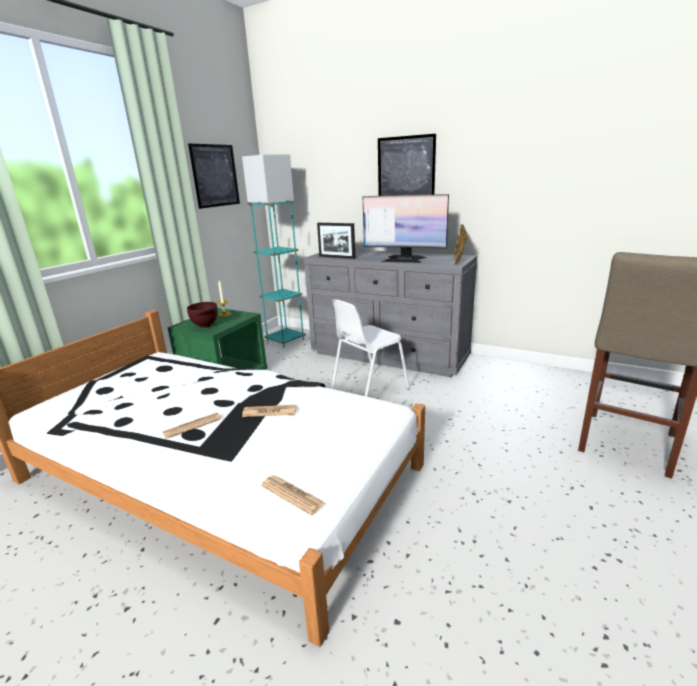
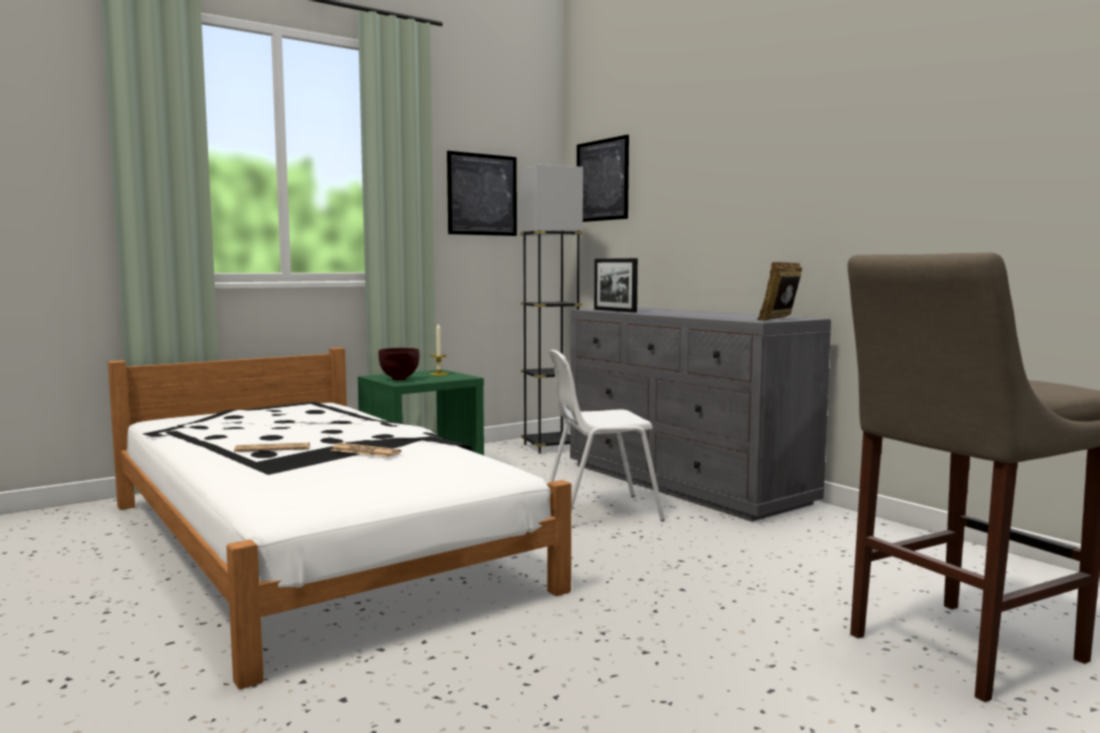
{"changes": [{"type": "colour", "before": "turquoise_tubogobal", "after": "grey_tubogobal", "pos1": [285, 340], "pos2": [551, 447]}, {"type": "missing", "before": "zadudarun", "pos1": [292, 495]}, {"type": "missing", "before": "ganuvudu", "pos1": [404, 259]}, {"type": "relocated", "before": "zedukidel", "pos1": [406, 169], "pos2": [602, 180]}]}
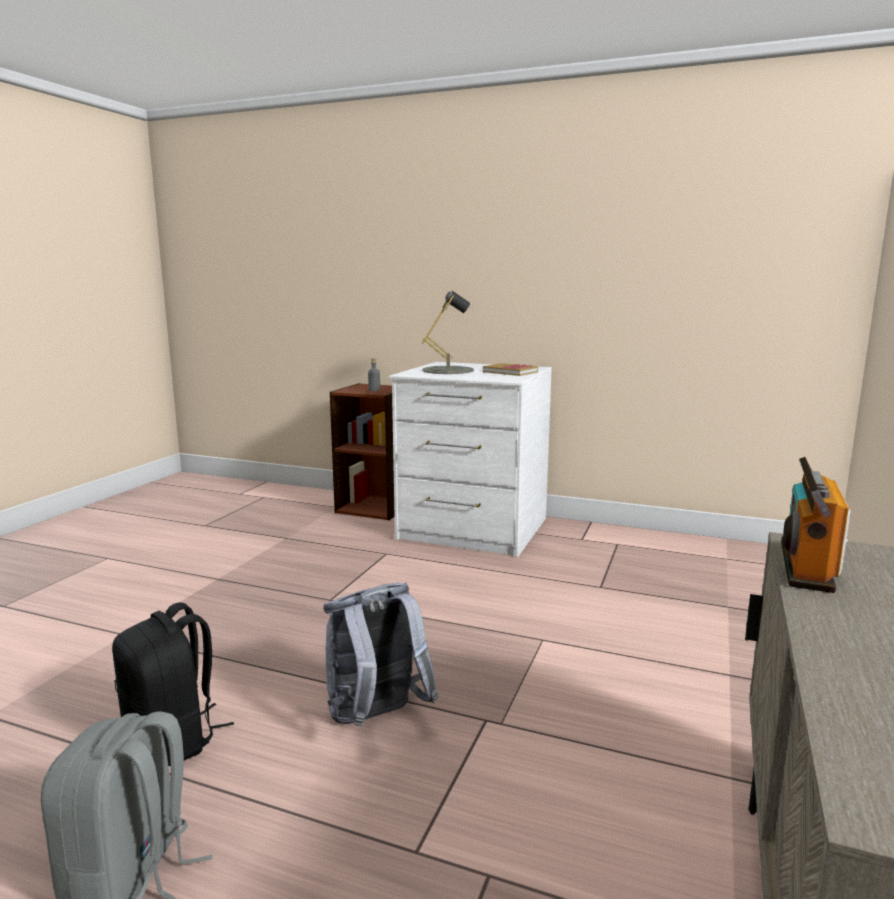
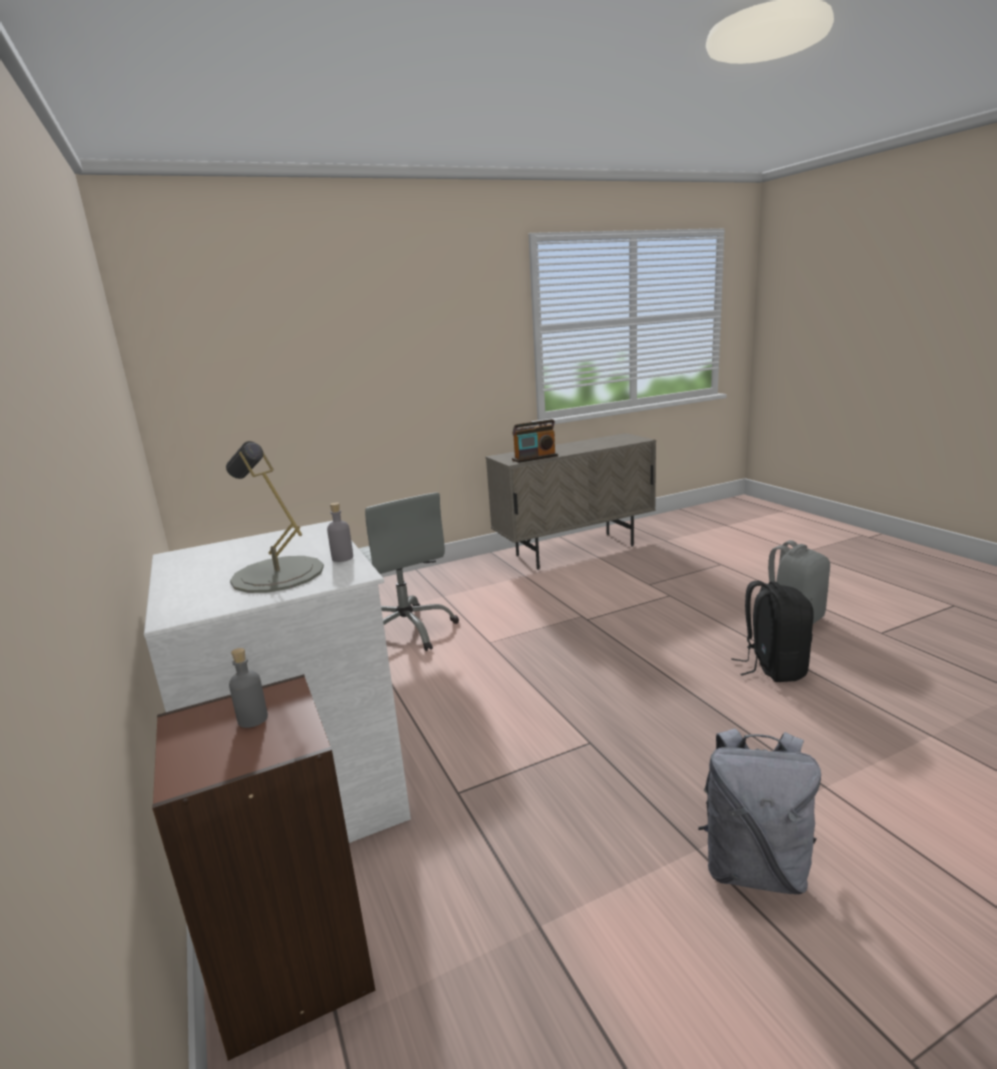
{"changes": [{"type": "relocated", "before": "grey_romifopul", "pos1": [376, 719], "pos2": [754, 868]}, {"type": "missing", "before": "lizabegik", "pos1": [510, 372]}, {"type": "appeared", "after": "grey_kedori", "pos2": [342, 558]}, {"type": "appeared", "after": "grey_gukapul", "pos2": [407, 630]}]}
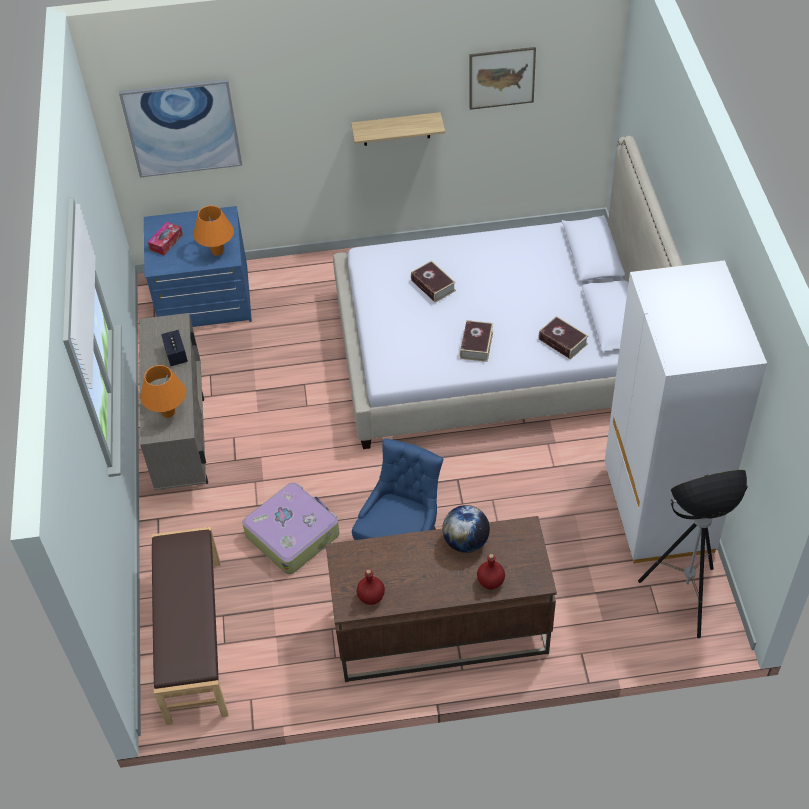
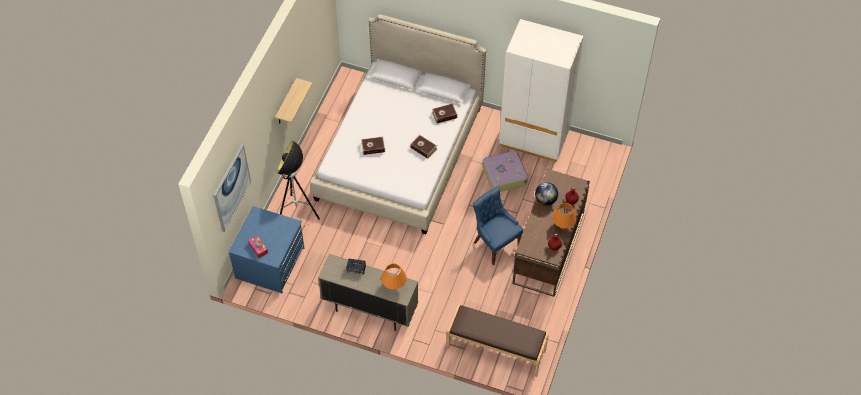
{"changes": [{"type": "relocated", "before": "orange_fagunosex", "pos1": [217, 251], "pos2": [563, 226]}, {"type": "relocated", "before": "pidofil", "pos1": [293, 534], "pos2": [504, 175]}, {"type": "missing", "before": "zedukidel", "pos1": [502, 78]}, {"type": "relocated", "before": "tubogobal", "pos1": [683, 598], "pos2": [297, 213]}]}
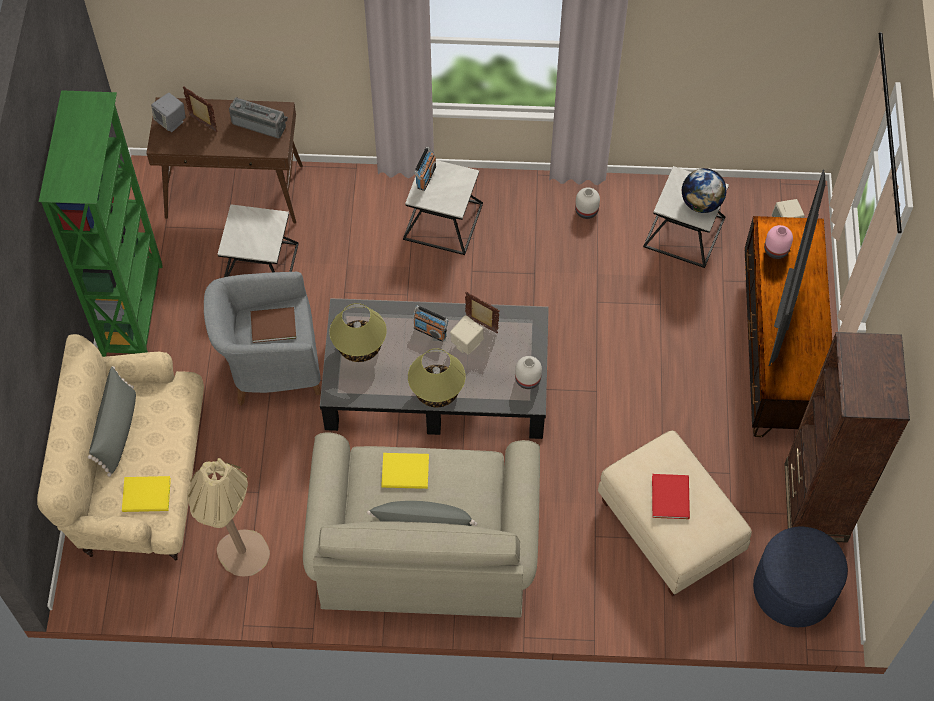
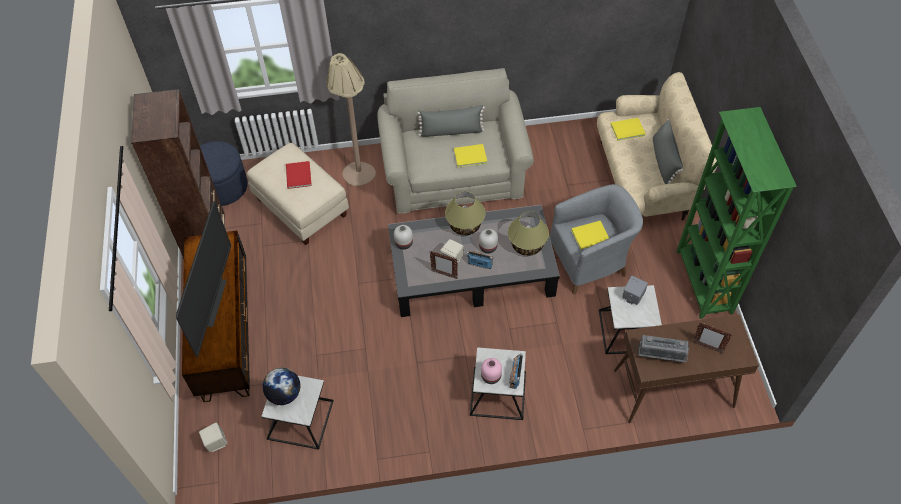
{"changes": [{"type": "relocated", "before": "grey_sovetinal", "pos1": [171, 122], "pos2": [632, 297]}, {"type": "relocated", "before": "beige_tubogobal", "pos1": [241, 565], "pos2": [358, 168]}, {"type": "colour", "before": "brown_lizabegik", "after": "yellow_lizabegik", "pos1": [272, 324], "pos2": [591, 236]}, {"type": "relocated", "before": "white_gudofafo", "pos1": [586, 210], "pos2": [488, 247]}, {"type": "relocated", "before": "pink_gudofafo", "pos1": [776, 250], "pos2": [490, 376]}]}
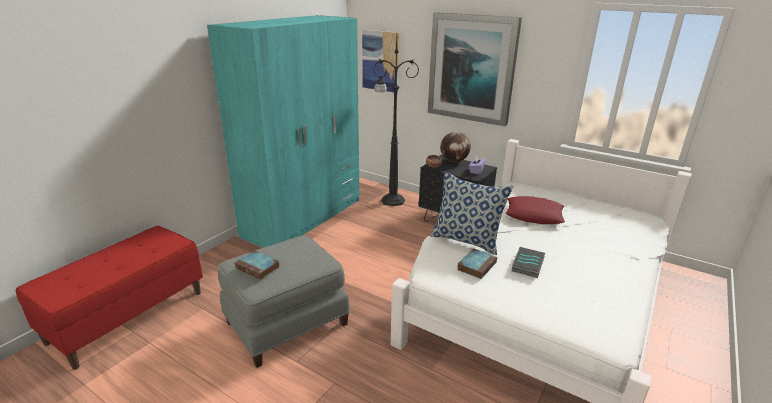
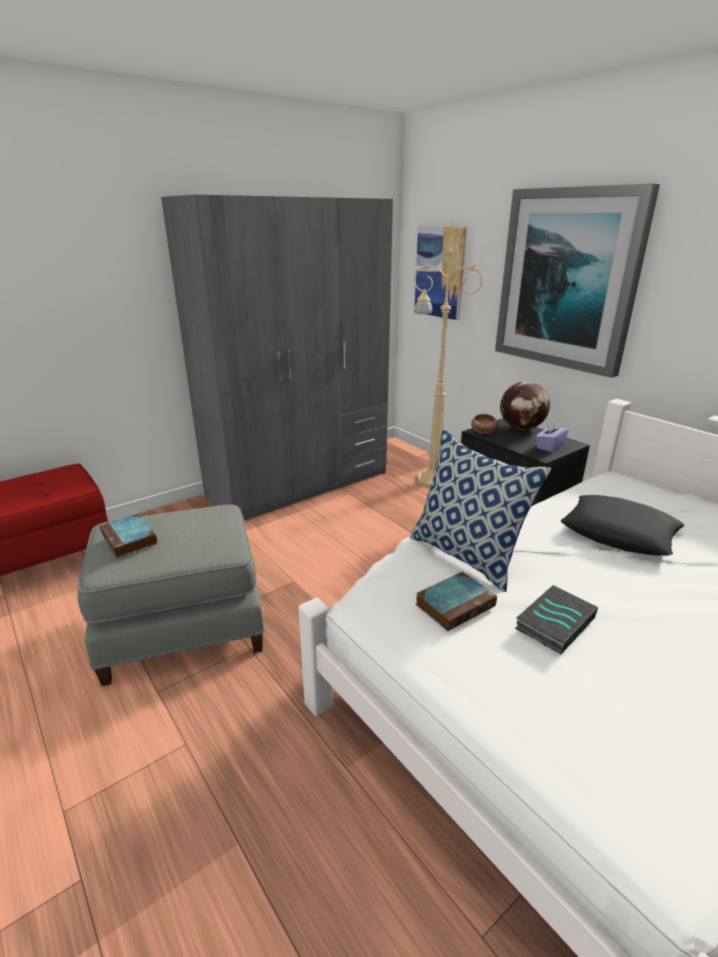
{"changes": [{"type": "colour", "before": "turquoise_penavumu", "after": "grey_penavumu", "pos1": [304, 217], "pos2": [300, 484]}, {"type": "colour", "before": "black_tubogobal", "after": "beige_tubogobal", "pos1": [391, 200], "pos2": [431, 478]}, {"type": "colour", "before": "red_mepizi", "after": "black_mepizi", "pos1": [534, 215], "pos2": [619, 533]}]}
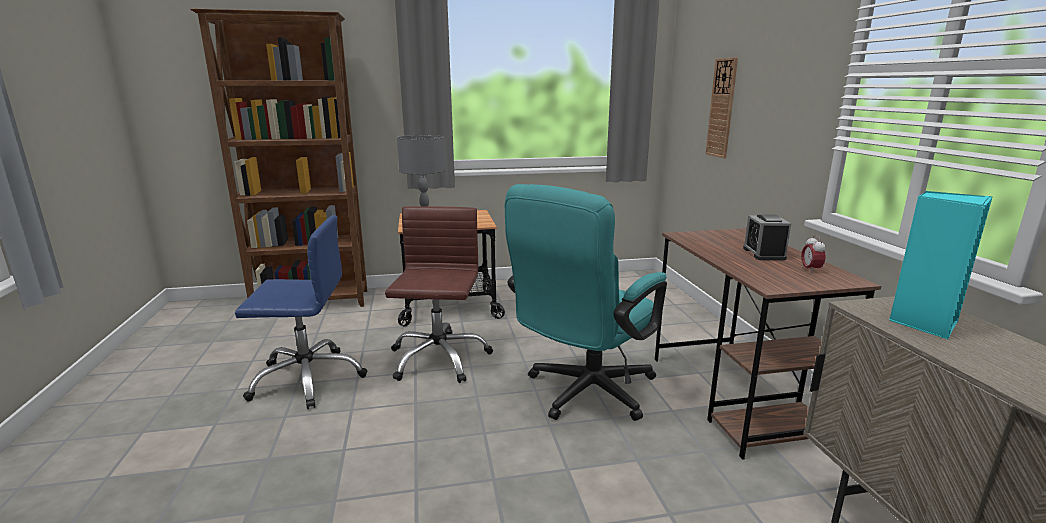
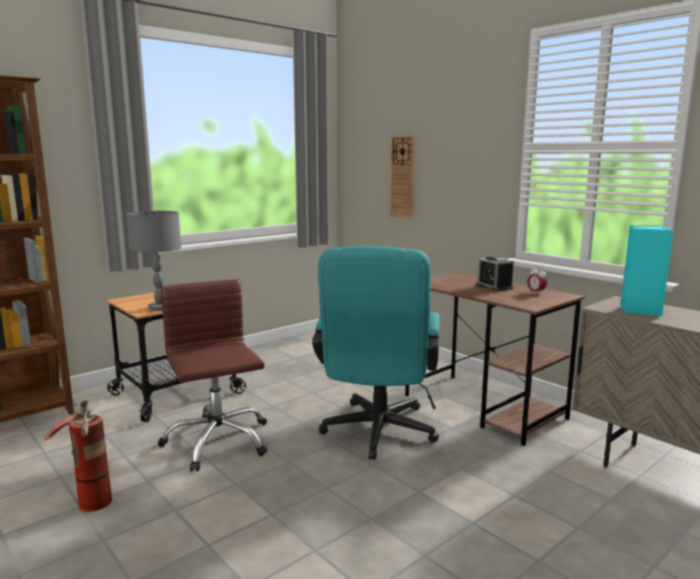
{"changes": [{"type": "exchanged", "before": "blue_gukapul", "after": "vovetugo", "pos1": [308, 378], "pos2": [88, 498]}]}
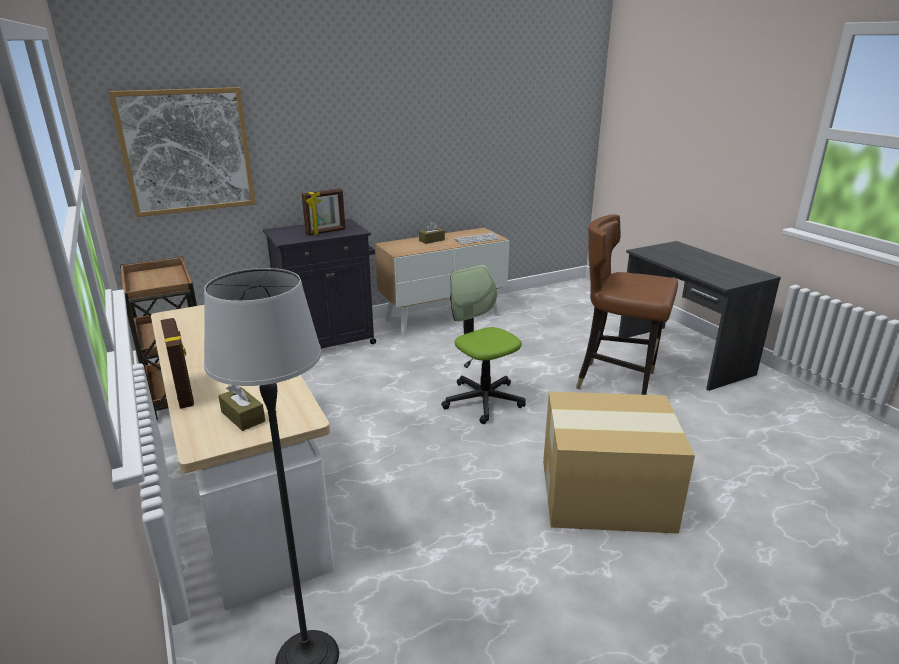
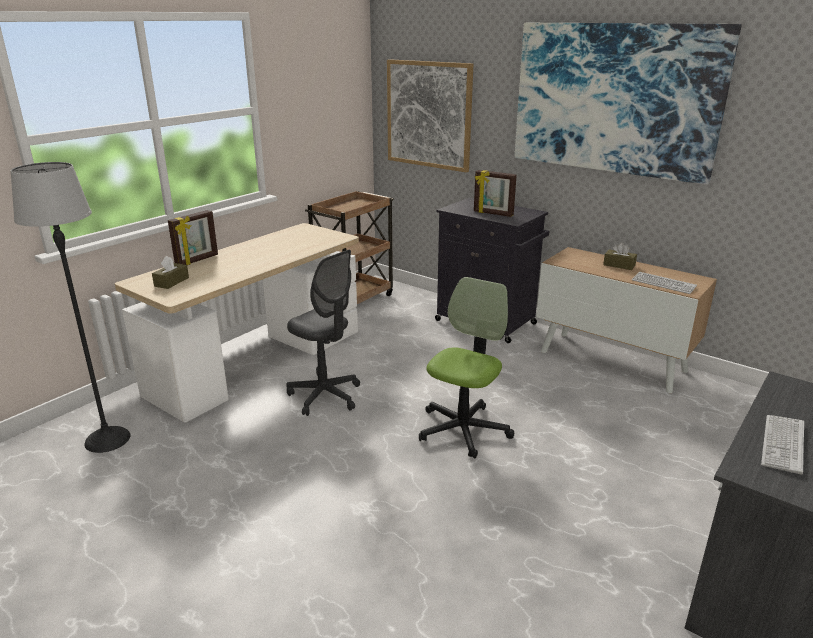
{"changes": [{"type": "missing", "before": "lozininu", "pos1": [607, 495]}, {"type": "missing", "before": "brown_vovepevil", "pos1": [617, 382]}, {"type": "appeared", "after": "grey_gukapul", "pos2": [325, 396]}, {"type": "appeared", "after": "zedukidel", "pos2": [614, 99]}, {"type": "appeared", "after": "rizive", "pos2": [782, 444]}]}
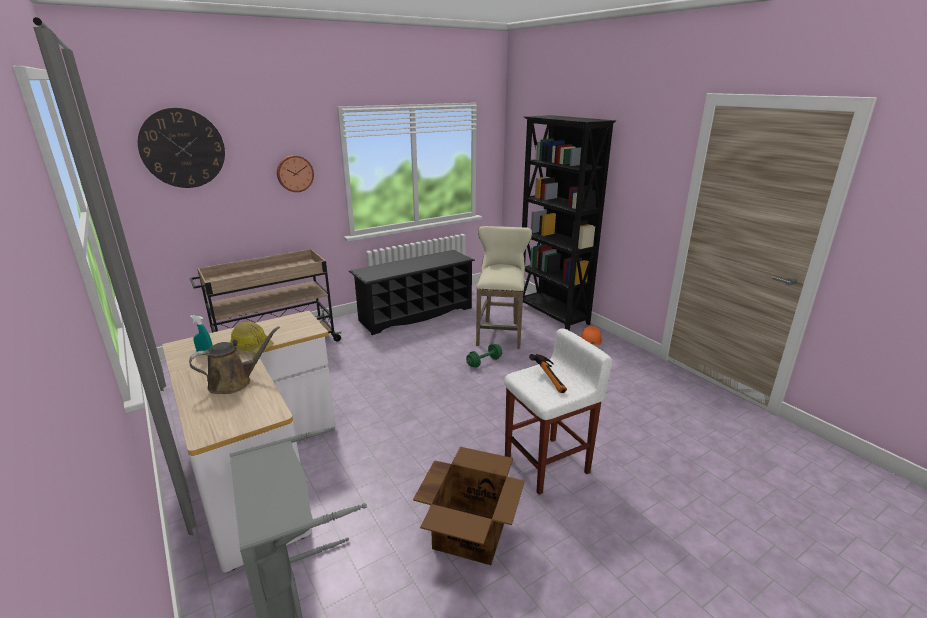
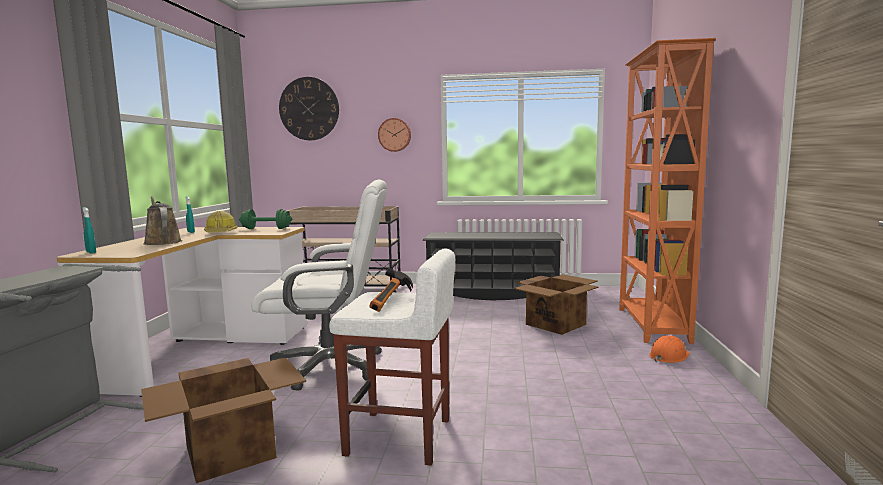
{"changes": [{"type": "spun", "before": "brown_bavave", "pos1": [234, 382], "pos2": [162, 242], "turn": -135}, {"type": "relocated", "before": "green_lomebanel", "pos1": [484, 362], "pos2": [266, 229]}, {"type": "exchanged", "before": "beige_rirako", "after": "lozininu", "pos1": [500, 332], "pos2": [556, 324]}, {"type": "colour", "before": "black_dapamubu", "after": "orange_dapamubu", "pos1": [552, 315], "pos2": [651, 325]}, {"type": "appeared", "after": "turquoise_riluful", "pos2": [91, 252]}, {"type": "appeared", "after": "white_gukapul", "pos2": [330, 366]}]}
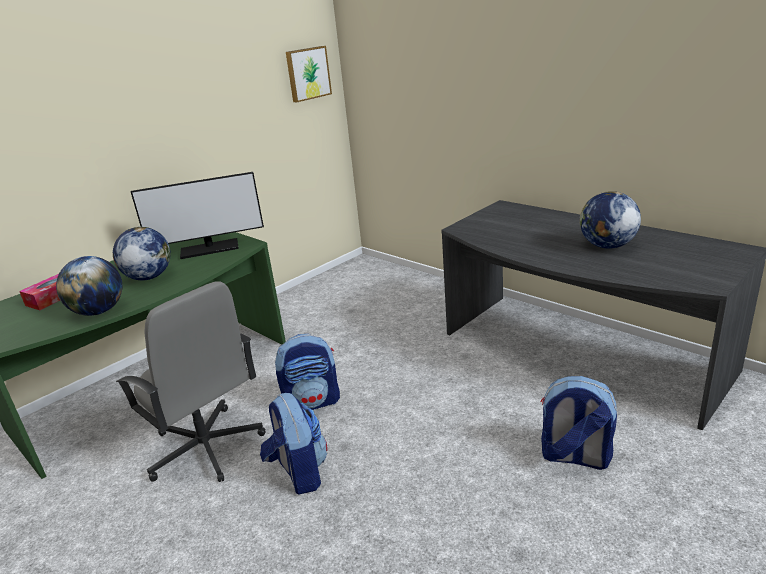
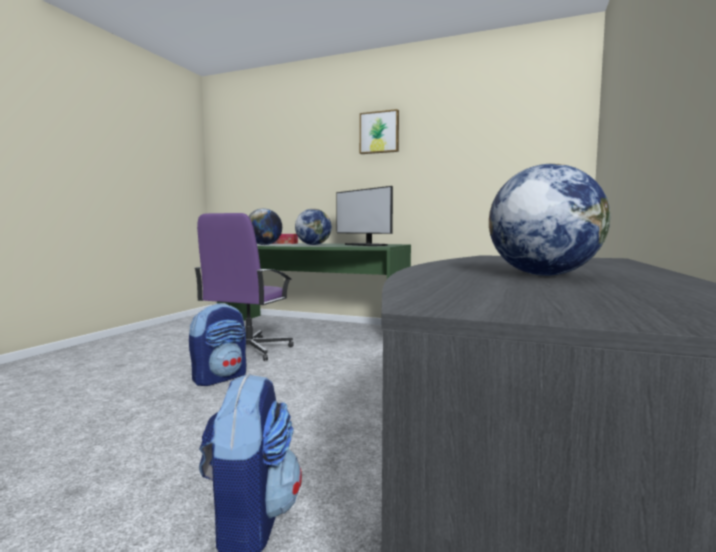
{"changes": [{"type": "colour", "before": "grey_gukapul", "after": "purple_gukapul", "pos1": [206, 448], "pos2": [248, 350]}, {"type": "missing", "before": "romifopul", "pos1": [312, 402]}, {"type": "relocated", "before": "zedukidel", "pos1": [307, 73], "pos2": [379, 132]}]}
